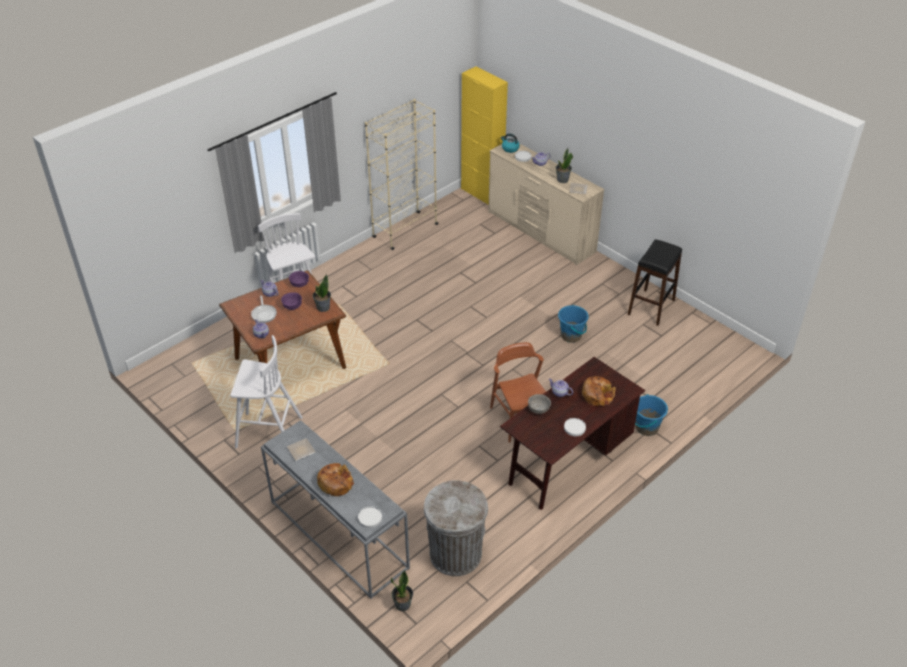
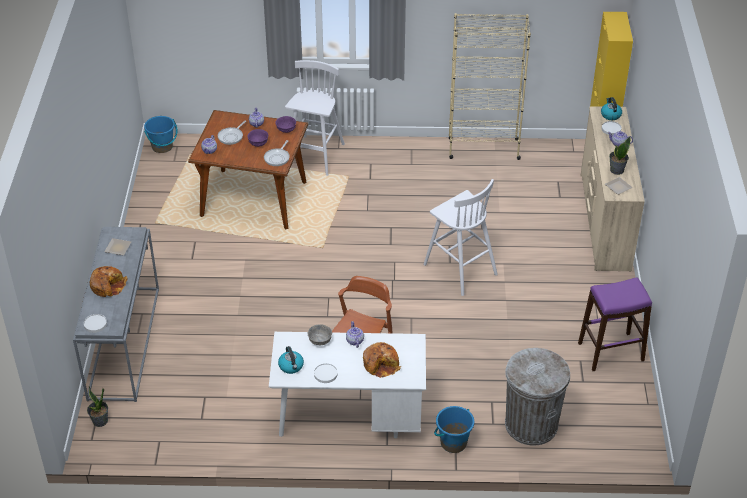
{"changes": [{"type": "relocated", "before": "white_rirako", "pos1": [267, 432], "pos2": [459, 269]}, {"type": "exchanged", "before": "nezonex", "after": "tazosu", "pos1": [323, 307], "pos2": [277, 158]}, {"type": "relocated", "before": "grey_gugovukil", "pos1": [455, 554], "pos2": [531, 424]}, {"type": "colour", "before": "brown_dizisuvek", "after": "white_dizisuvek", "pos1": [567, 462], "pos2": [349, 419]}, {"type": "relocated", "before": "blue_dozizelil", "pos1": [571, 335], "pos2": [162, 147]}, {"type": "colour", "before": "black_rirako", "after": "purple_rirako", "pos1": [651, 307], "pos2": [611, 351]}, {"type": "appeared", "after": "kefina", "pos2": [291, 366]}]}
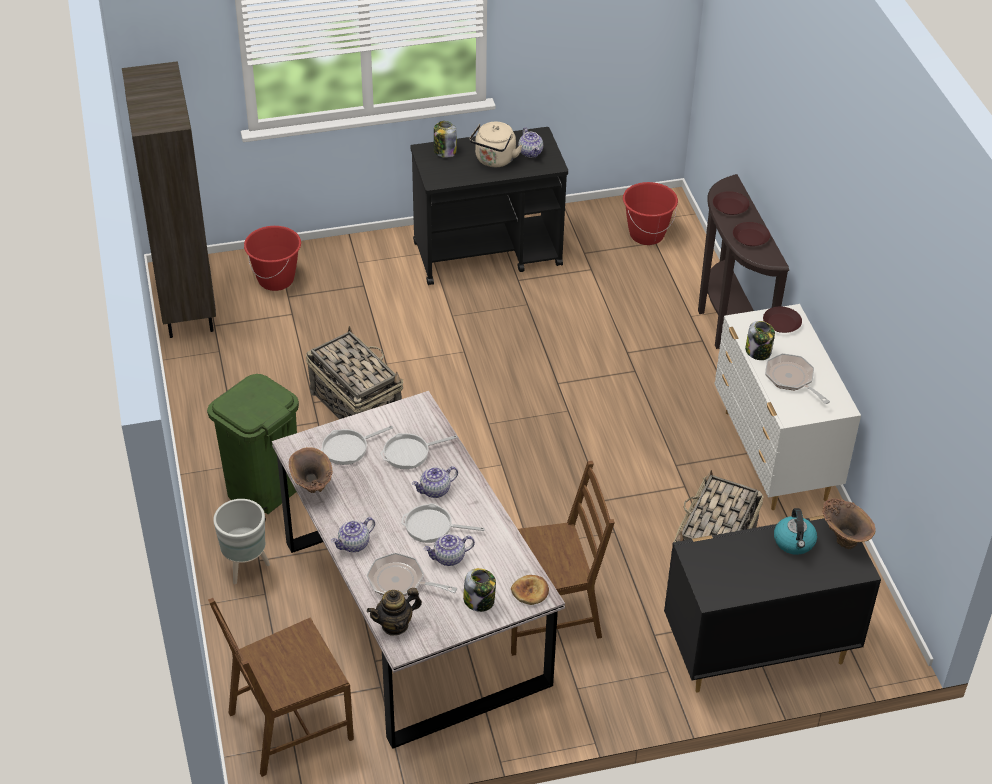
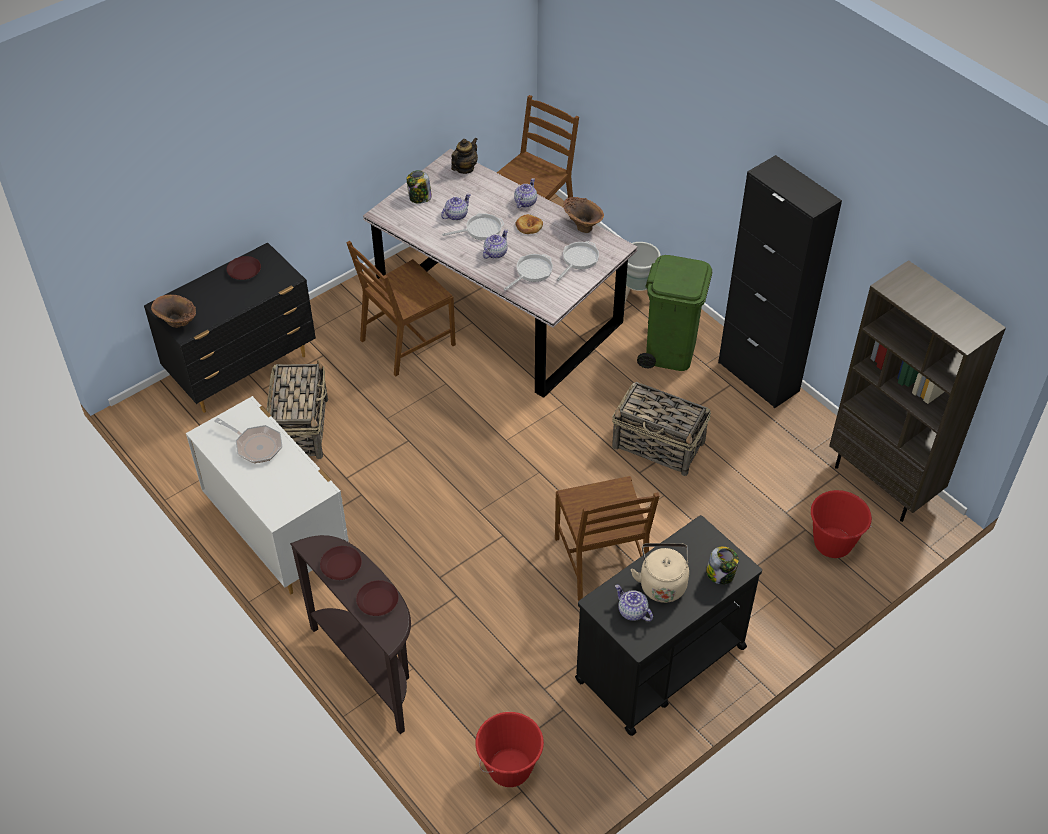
{"changes": [{"type": "missing", "before": "tazosu", "pos1": [401, 582]}, {"type": "relocated", "before": "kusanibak", "pos1": [530, 591], "pos2": [528, 226]}, {"type": "missing", "before": "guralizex", "pos1": [758, 352]}, {"type": "relocated", "before": "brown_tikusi", "pos1": [781, 323], "pos2": [244, 271]}, {"type": "missing", "before": "kefina", "pos1": [794, 542]}, {"type": "appeared", "after": "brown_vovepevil", "pos2": [602, 562]}, {"type": "appeared", "after": "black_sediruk", "pos2": [758, 377]}]}
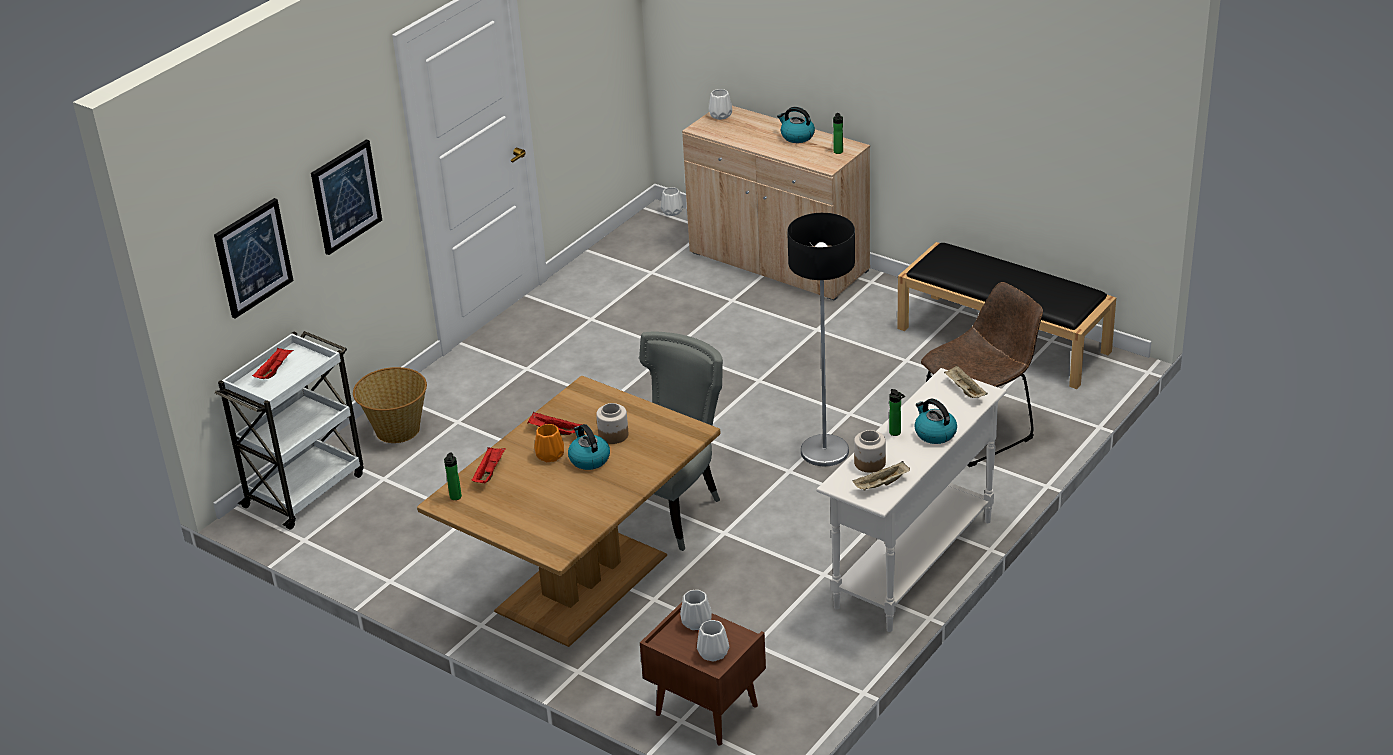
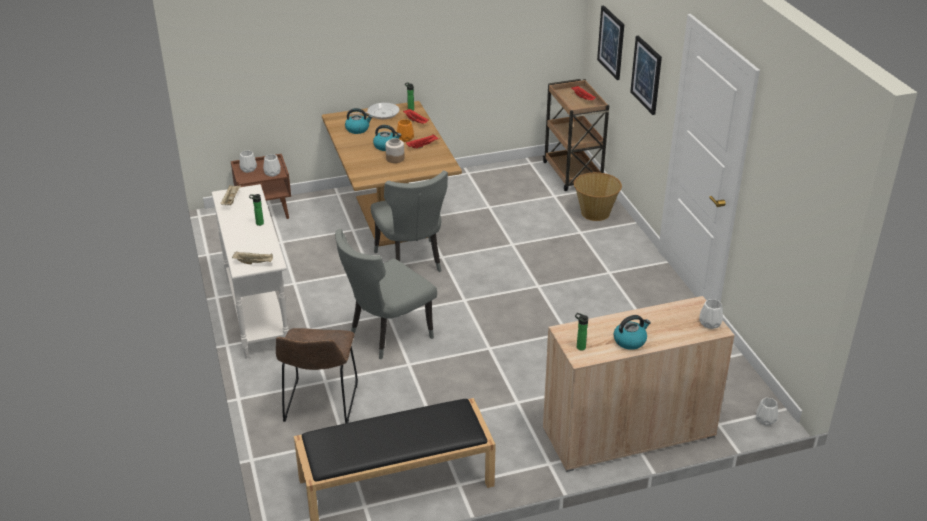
{"changes": [{"type": "colour", "before": "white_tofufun", "after": "brown_tofufun", "pos1": [306, 489], "pos2": [573, 174]}, {"type": "exchanged", "before": "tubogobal", "after": "grey_vovepevil", "pos1": [825, 451], "pos2": [386, 335]}, {"type": "missing", "before": "guralizex", "pos1": [870, 463]}, {"type": "relocated", "before": "kefina", "pos1": [934, 433], "pos2": [358, 129]}, {"type": "appeared", "after": "tazosu", "pos2": [381, 113]}]}
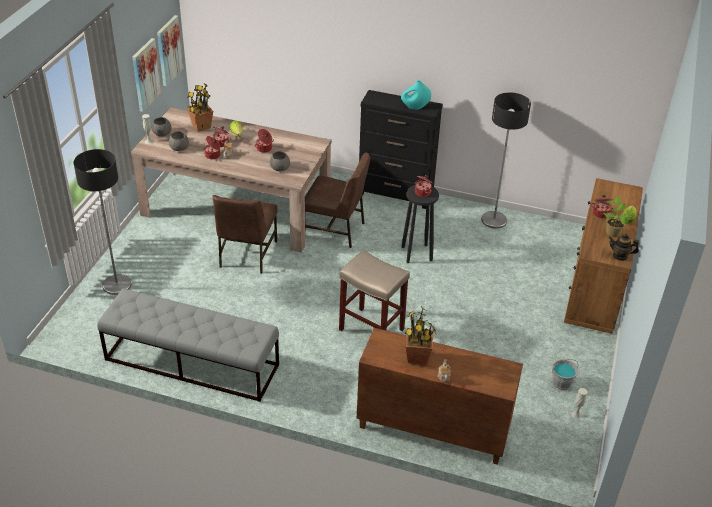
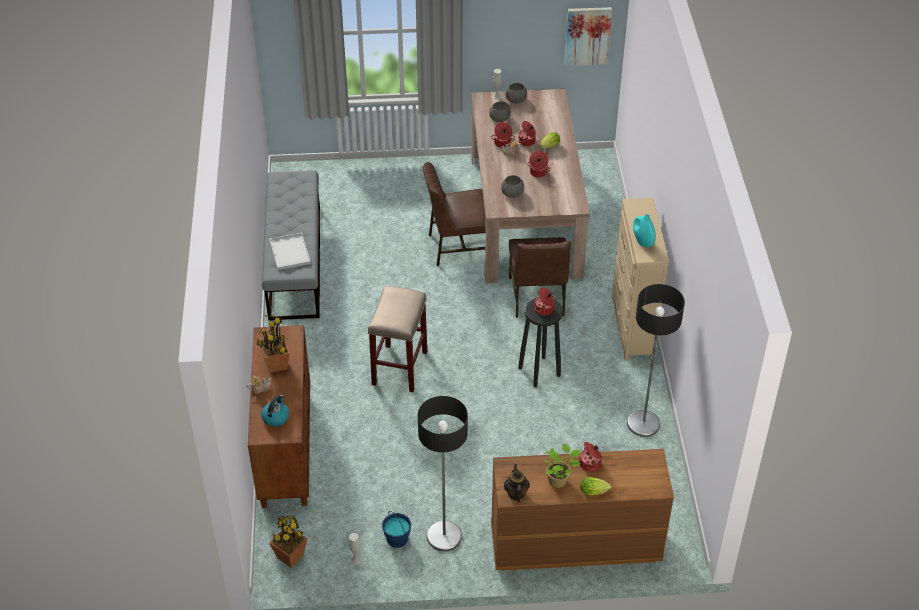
{"changes": [{"type": "relocated", "before": "tubogobal", "pos1": [117, 285], "pos2": [443, 536]}, {"type": "missing", "before": "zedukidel", "pos1": [145, 74]}, {"type": "relocated", "before": "nezonex", "pos1": [201, 126], "pos2": [290, 556]}, {"type": "colour", "before": "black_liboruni", "after": "beige_liboruni", "pos1": [396, 195], "pos2": [632, 327]}, {"type": "colour", "before": "grey_dozizelil", "after": "blue_dozizelil", "pos1": [561, 382], "pos2": [397, 539]}, {"type": "appeared", "after": "kefina", "pos2": [276, 417]}, {"type": "appeared", "after": "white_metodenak", "pos2": [290, 252]}]}
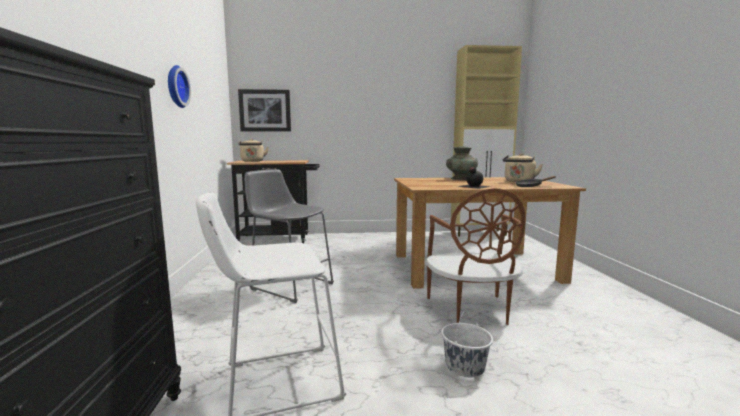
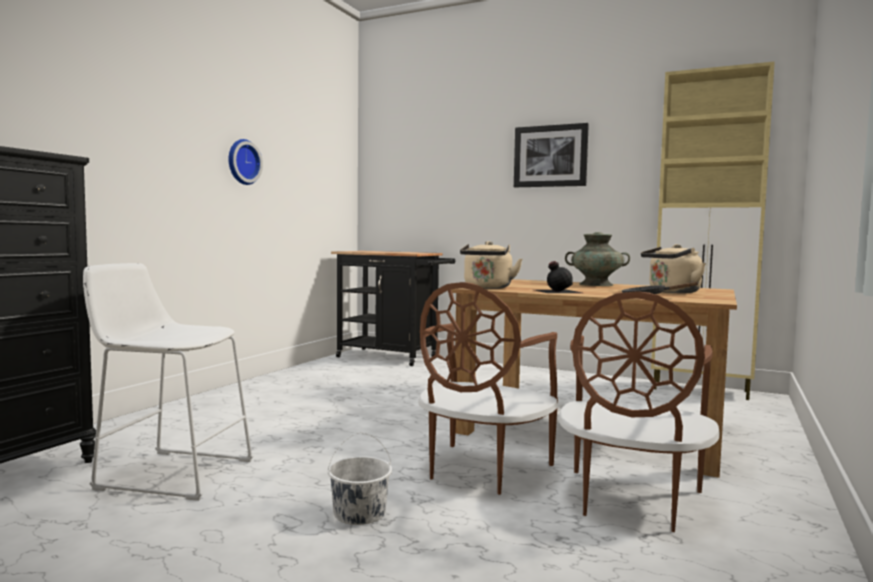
{"changes": [{"type": "relocated", "before": "zedukidel", "pos1": [265, 110], "pos2": [550, 156]}, {"type": "relocated", "before": "beige_kefina", "pos1": [252, 161], "pos2": [487, 288]}, {"type": "missing", "before": "grey_rirako", "pos1": [289, 285]}, {"type": "appeared", "after": "brown_vovepevil", "pos2": [631, 501]}]}
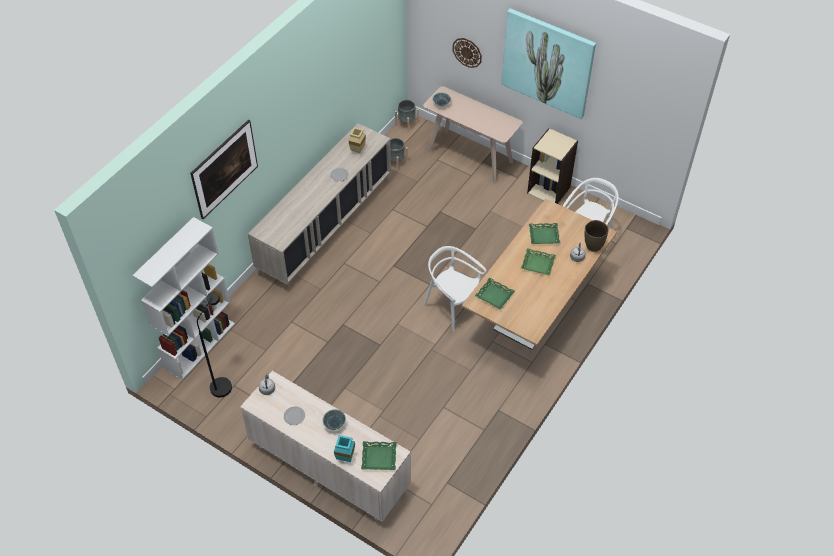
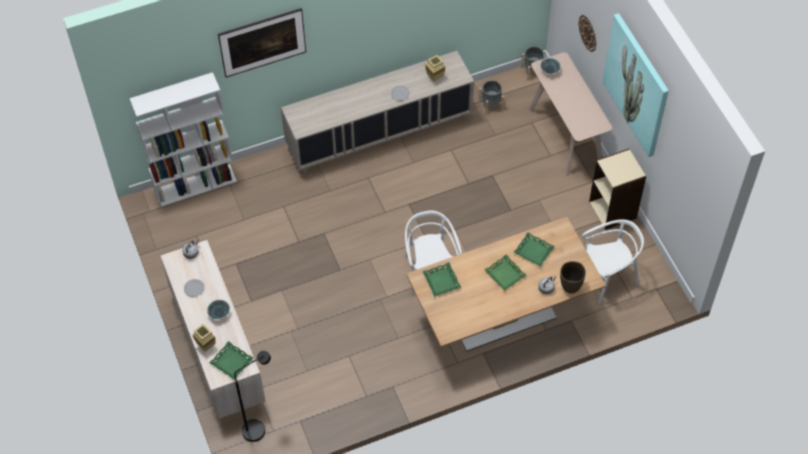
{"changes": [{"type": "relocated", "before": "black_tubogobal", "pos1": [223, 383], "pos2": [259, 427]}, {"type": "colour", "before": "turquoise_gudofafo", "after": "beige_gudofafo", "pos1": [346, 457], "pos2": [207, 346]}]}
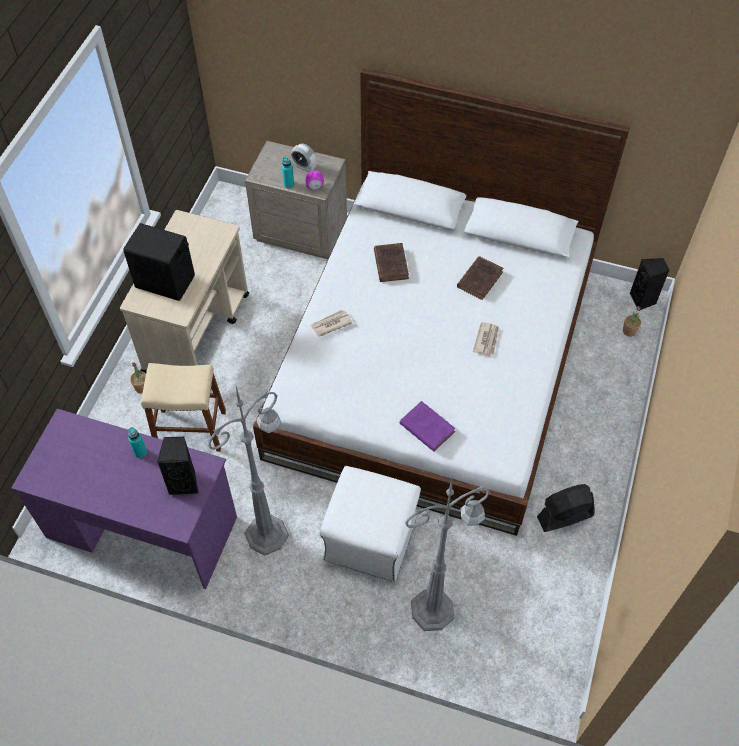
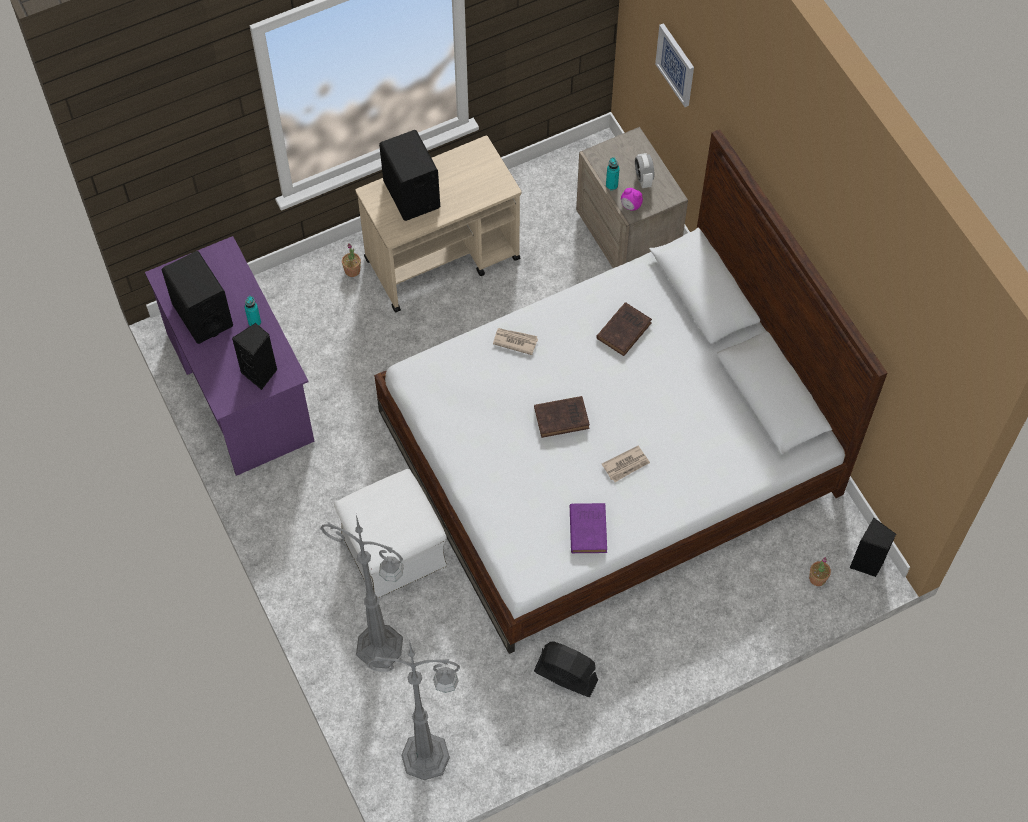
{"changes": [{"type": "missing", "before": "beige_rirako", "pos1": [190, 430]}, {"type": "relocated", "before": "grey_tubogobal", "pos1": [268, 533], "pos2": [428, 757]}, {"type": "relocated", "before": "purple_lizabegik", "pos1": [426, 427], "pos2": [588, 528]}, {"type": "relocated", "before": "brown_lizabegik", "pos1": [480, 279], "pos2": [563, 418]}, {"type": "appeared", "after": "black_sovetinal", "pos2": [202, 315]}, {"type": "appeared", "after": "zedukidel", "pos2": [676, 64]}]}
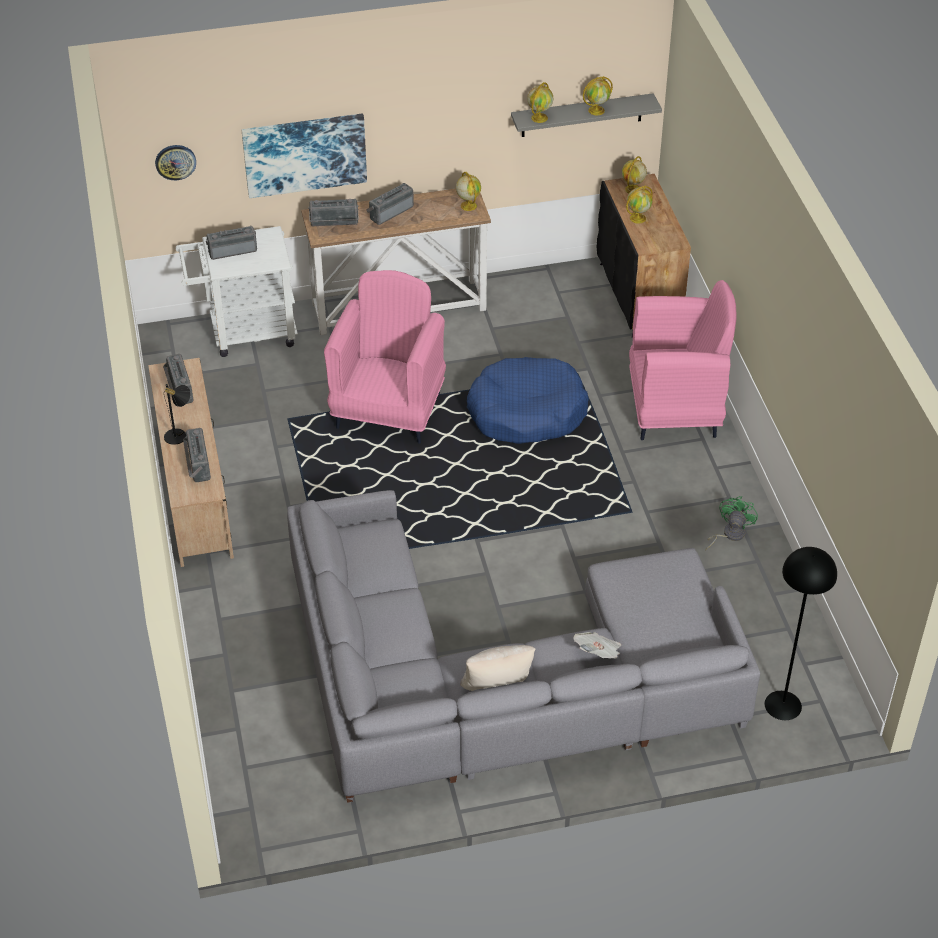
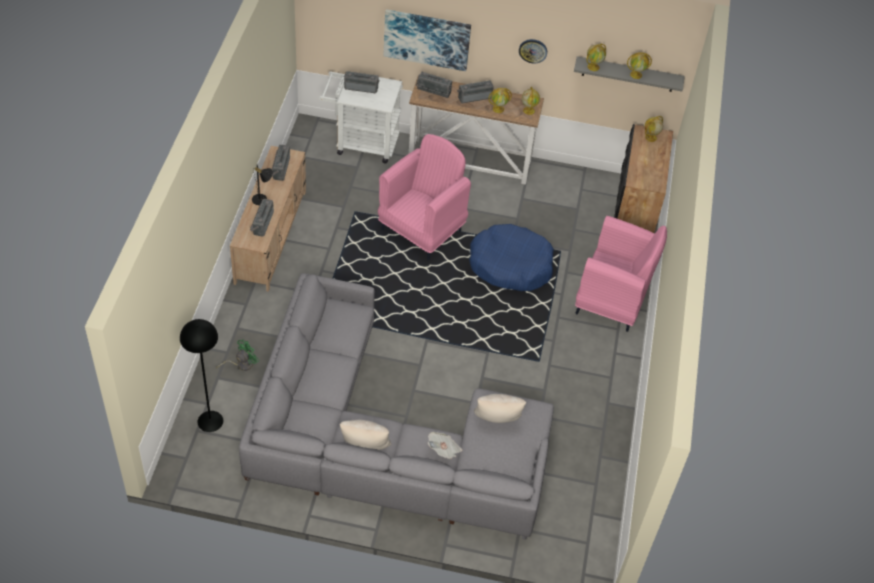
{"changes": [{"type": "relocated", "before": "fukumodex", "pos1": [175, 161], "pos2": [533, 50]}, {"type": "relocated", "before": "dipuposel", "pos1": [638, 218], "pos2": [498, 109]}, {"type": "relocated", "before": "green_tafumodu", "pos1": [729, 534], "pos2": [241, 364]}, {"type": "relocated", "before": "black_tubogobal", "pos1": [782, 705], "pos2": [210, 421]}, {"type": "appeared", "after": "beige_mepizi", "pos2": [497, 420]}]}
